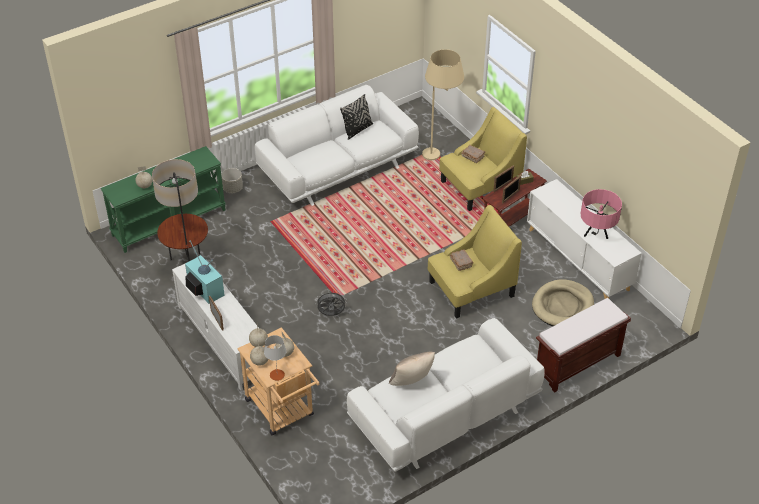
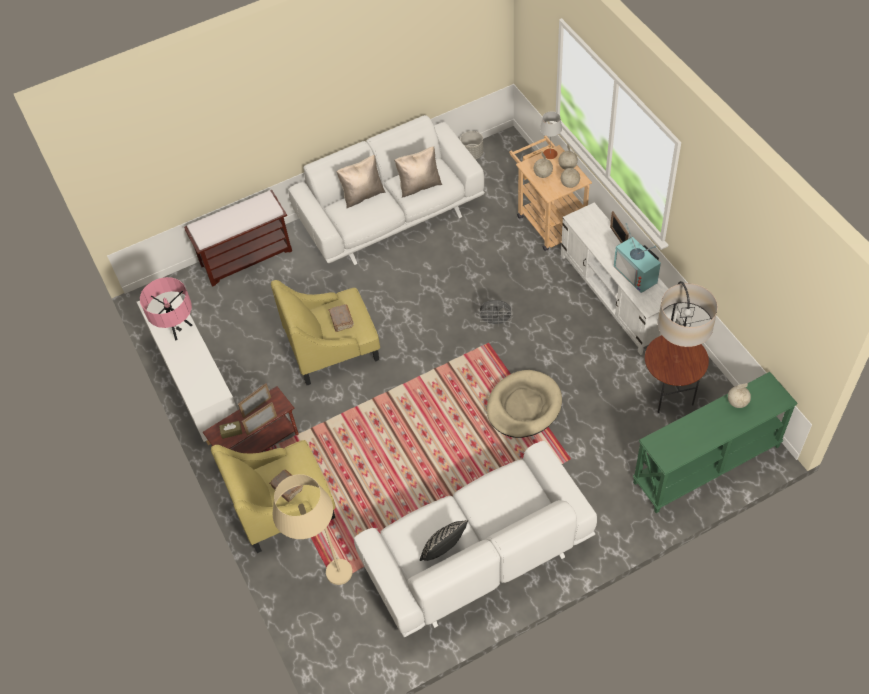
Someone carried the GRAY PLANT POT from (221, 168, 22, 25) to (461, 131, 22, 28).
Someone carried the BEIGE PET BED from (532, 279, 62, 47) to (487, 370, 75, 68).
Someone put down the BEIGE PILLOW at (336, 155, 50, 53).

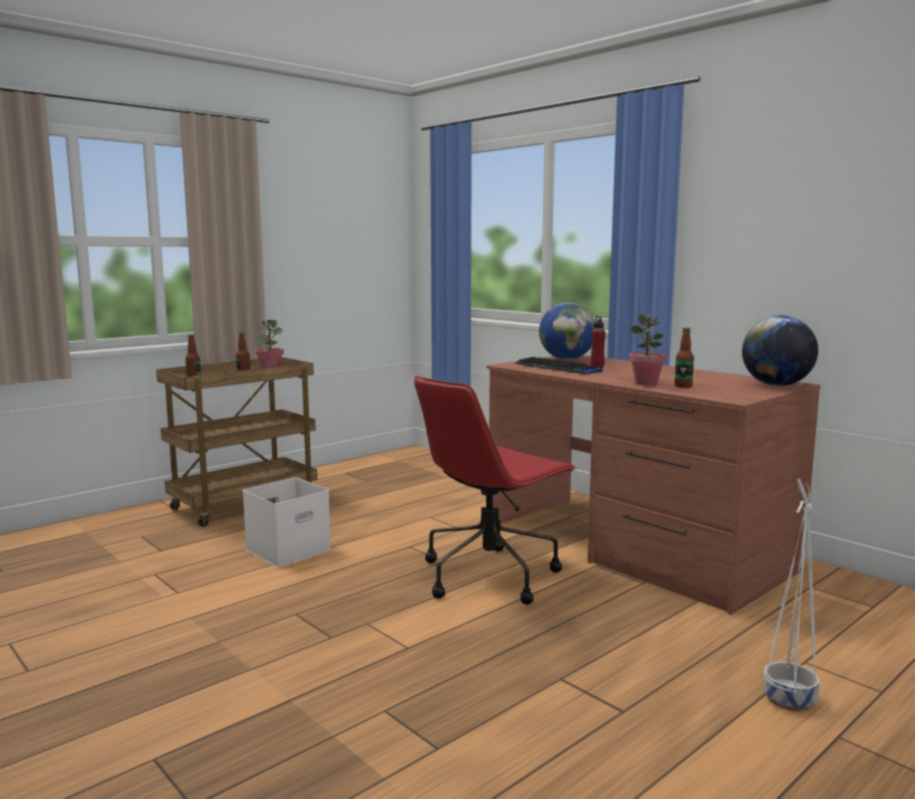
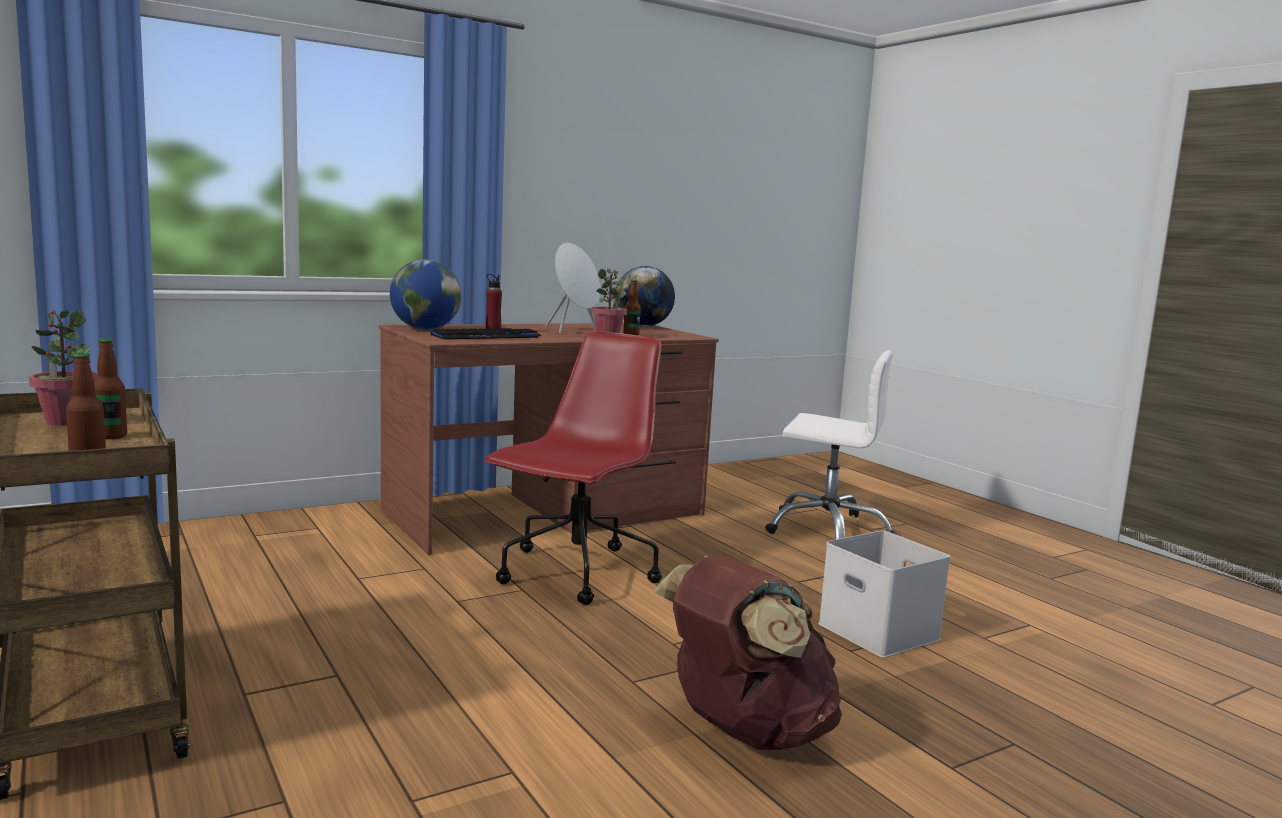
Someone carried the WHITISH STORAGE CONTAINER from (243, 477, 88, 90) to (818, 530, 133, 128).
Someone rotated the RED-COLOURED DESK CHAIR at (414, 376, 162, 229) by 120 degrees counterclockwise.
Someone swapped the WHITISH PLANT POT at (763, 479, 57, 232) for the WHITISH DESK CHAIR at (765, 350, 132, 190).
Someone put down the WHITISH AUDIO SPEAKER at (545, 242, 56, 92).
Someone put down the BROWN-COLOURED RUCKSACK at (653, 555, 189, 195).

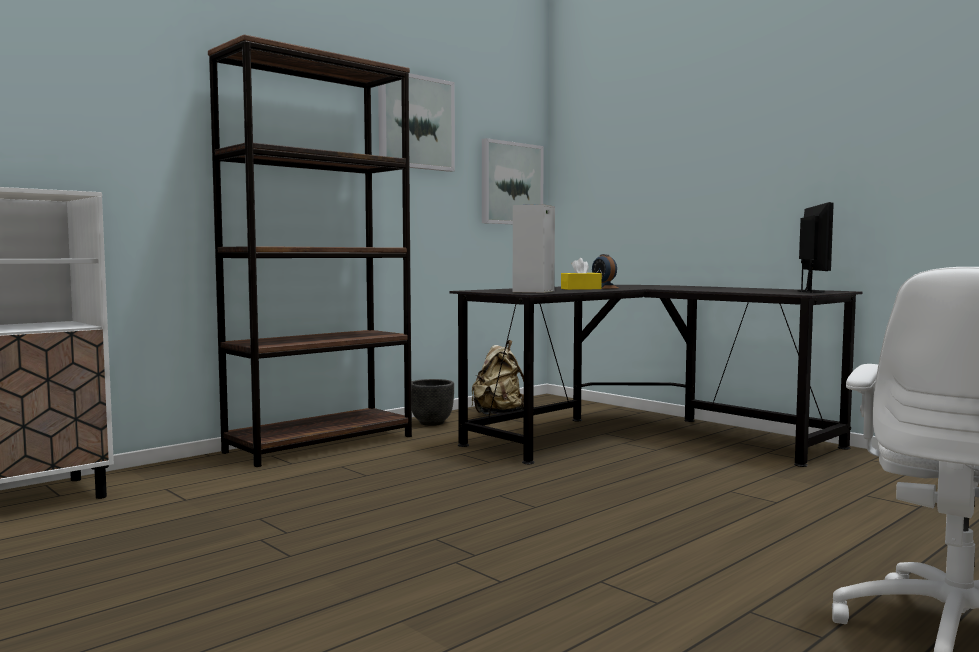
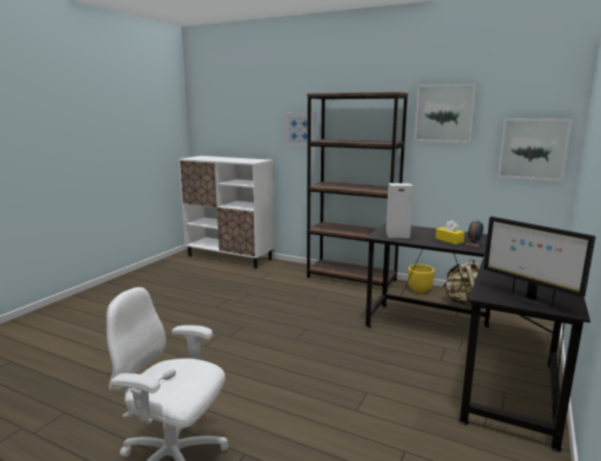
Someone repainted the BLACK-COLOURED PLANT POT at (411, 379, 43, 47), which became the YELLOW-COLOURED PLANT POT at (408, 264, 27, 29).
Someone rotated the COMPUTER DISPLAY at (798, 202, 36, 91) by 60 degrees clockwise.
Someone put up the PICTURE at (284, 112, 32, 35).

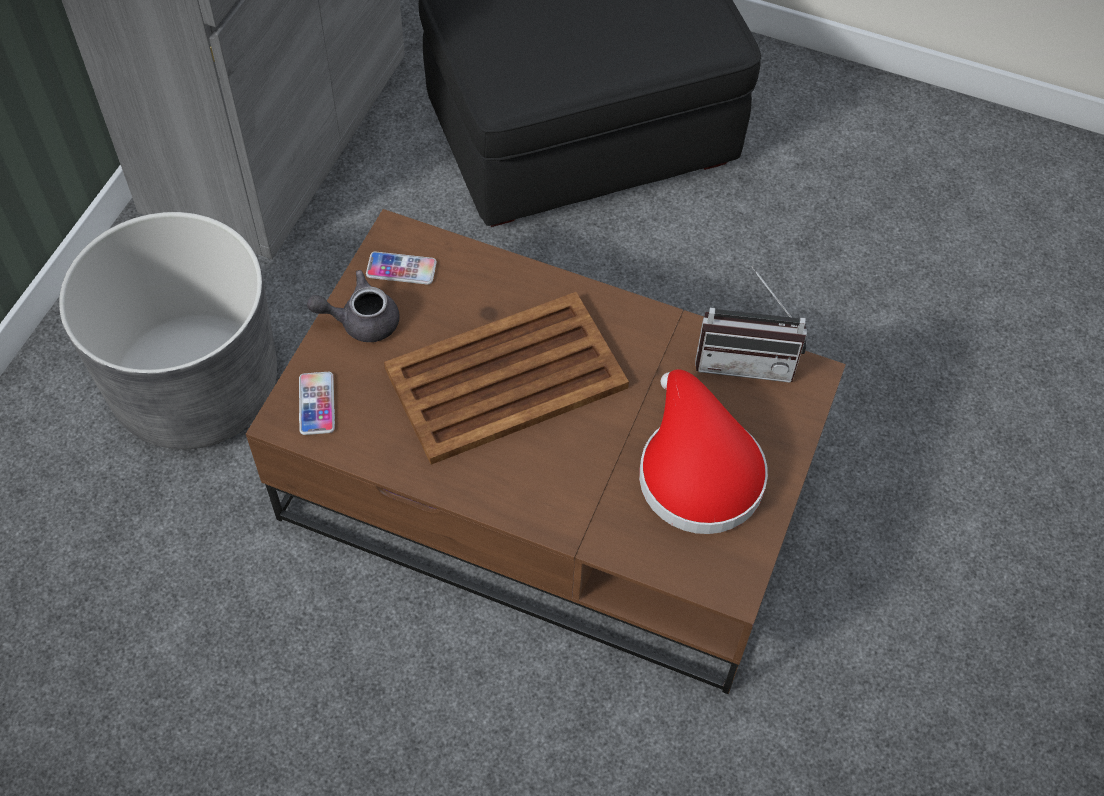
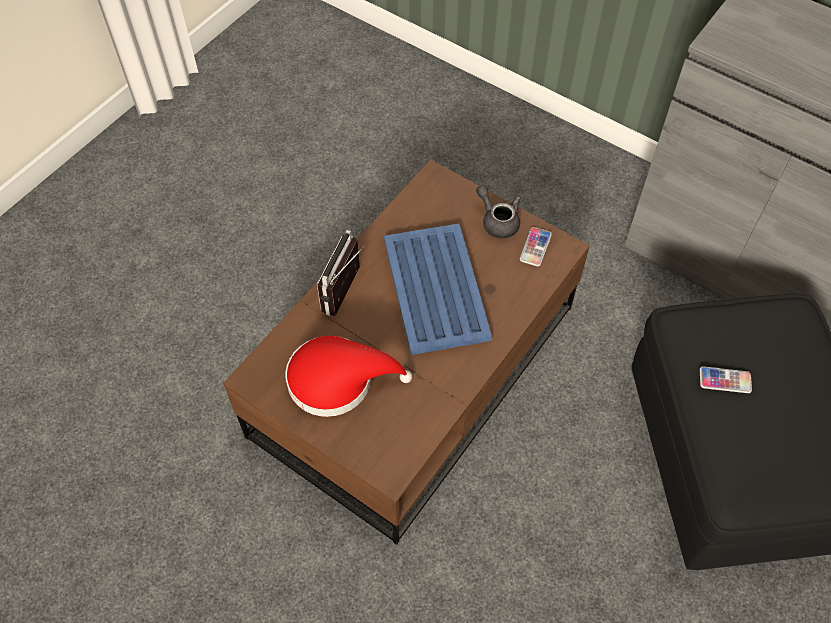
Someone took away the GRAY PLANT POT at (59, 212, 218, 237).
Someone carried the TELEPHONE from (299, 372, 36, 63) to (700, 366, 52, 27).
Someone rotated the GRAY TEA POT at (307, 270, 93, 72) by 45 degrees counterclockwise.
Someone repainted the BROWN-COLOURED SERVING TRAY at (384, 292, 245, 173), which became the BLUISH SERVING TRAY at (384, 223, 108, 132).
Someone carried the RADIO SET from (695, 266, 112, 117) to (317, 230, 47, 86).

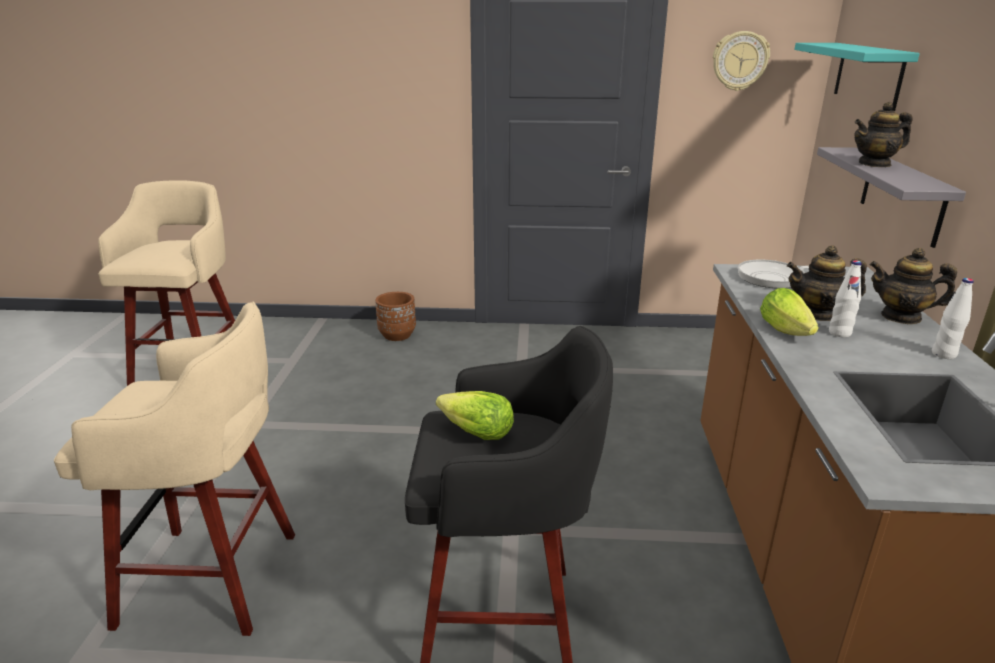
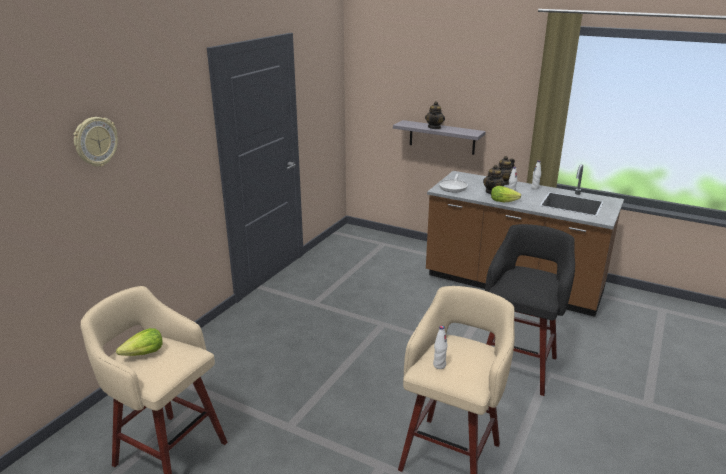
Someone took away the BROWN-COLOURED PLANT POT at (375, 292, 41, 49).
Someone carried the HEAD OF LETTUCE from (436, 391, 78, 49) to (116, 328, 47, 28).
Someone carried the WALL CLOCK from (713, 31, 57, 60) to (73, 117, 45, 50).
Someone took away the TURQUOISE-COLOURED SHELF at (794, 43, 126, 68).
Someone put down the WHITISH DRINK BOTTLE at (433, 326, 15, 43).

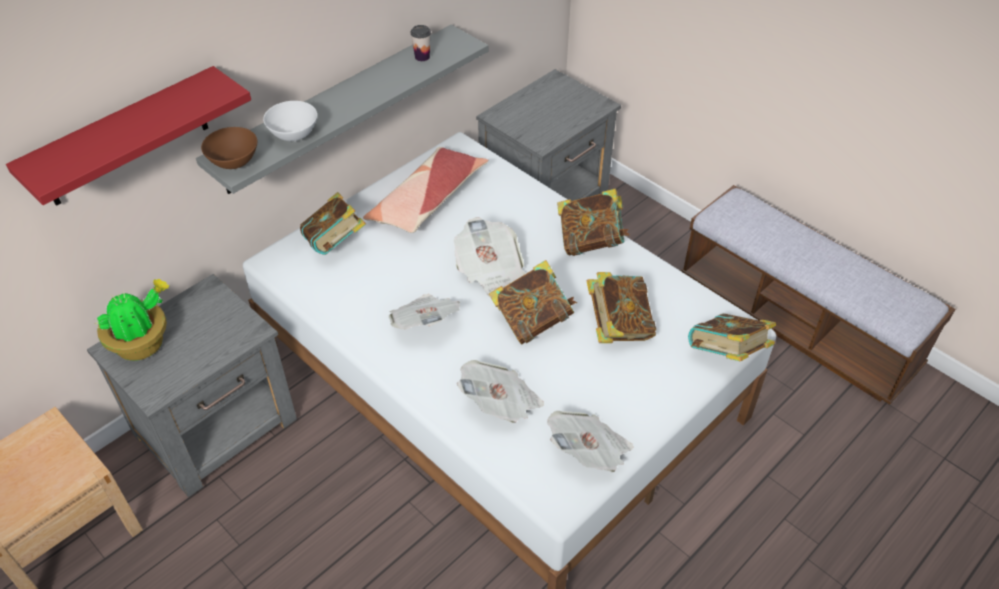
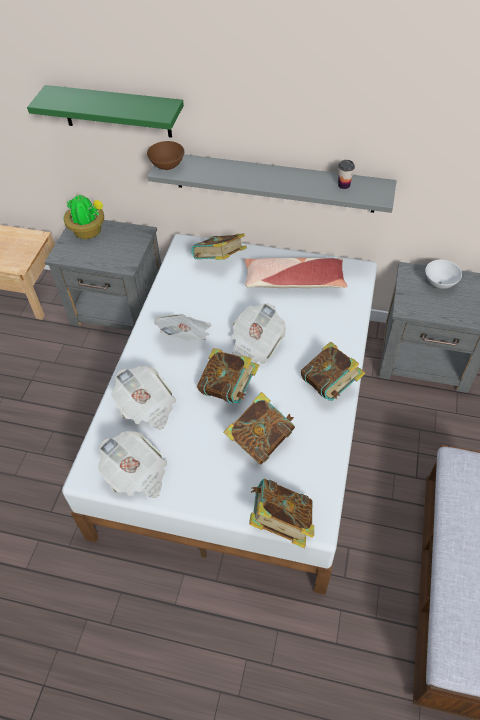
Someone repainted the RED-COLOURED SHELF at (6, 66, 245, 140), which became the GREEN SHELF at (27, 85, 157, 53).
Someone carried the WHITISH BOWL from (263, 101, 54, 40) to (425, 260, 37, 29).

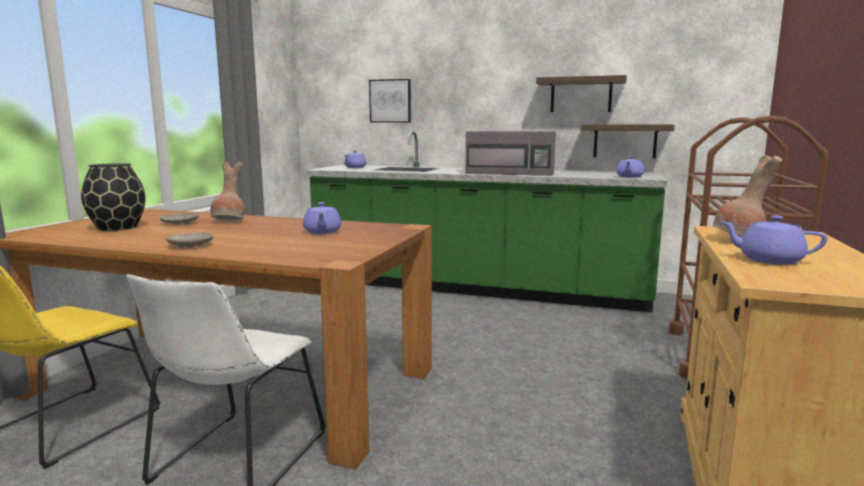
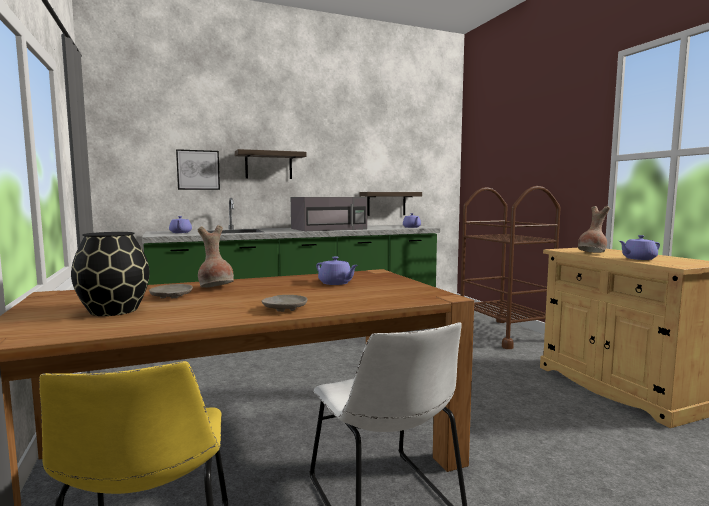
Someone carried the SHELF from (536, 75, 91, 37) to (235, 149, 72, 30).

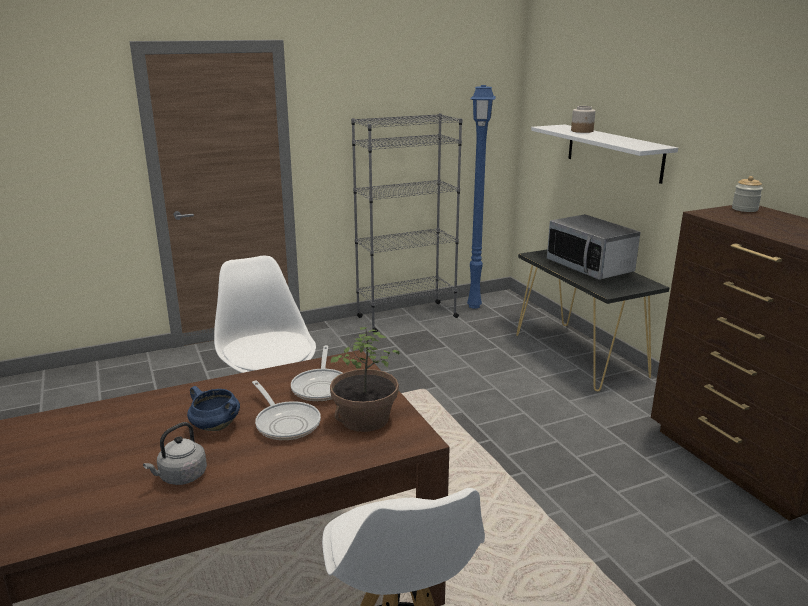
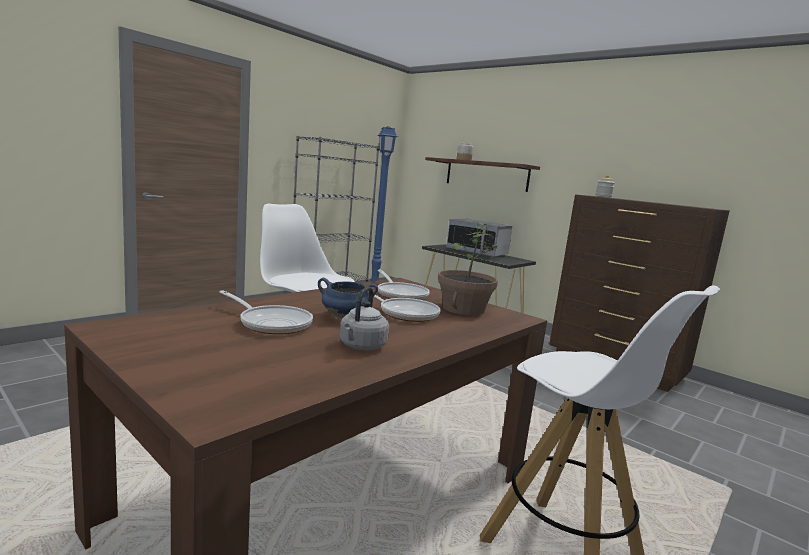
Someone repainted the WHITISH SHELF at (531, 124, 147, 60), which became the BROWN-COLOURED SHELF at (425, 157, 115, 35).
Someone put down the SKILLET at (219, 290, 94, 44).

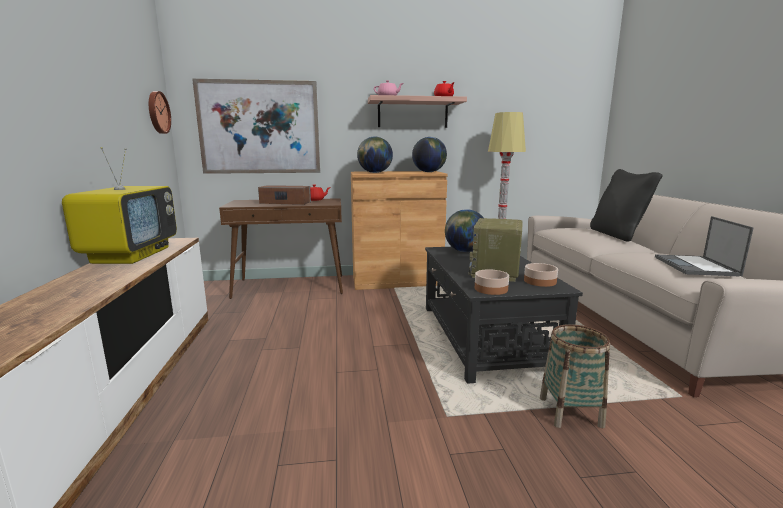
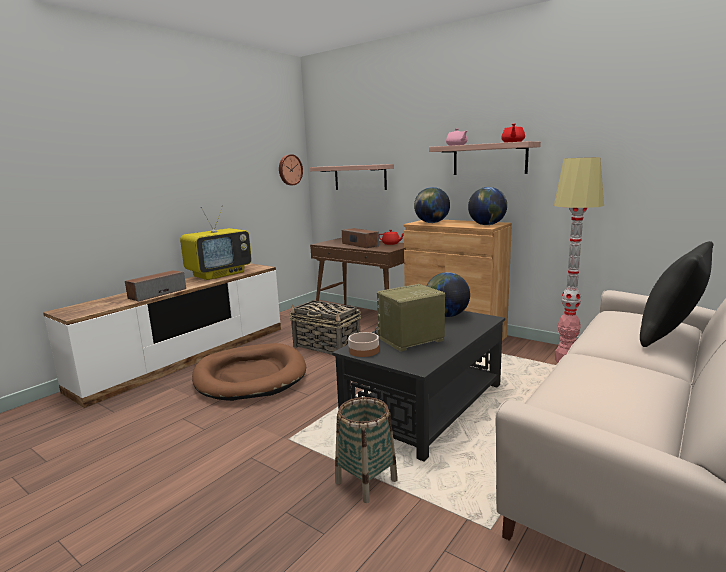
Someone swapped the PICTURE at (192, 79, 128, 95) for the SHELF at (310, 164, 84, 26).
Someone took away the BOWL at (524, 263, 34, 24).
Someone took away the LAPTOP at (655, 216, 98, 61).
Someone put down the AUDIO SPEAKER at (125, 270, 61, 32).
Someone put down the BROWN-COLOURED PET BED at (192, 343, 114, 58).
Someone put down the HOUSEHOLD BASKET at (289, 300, 72, 55).

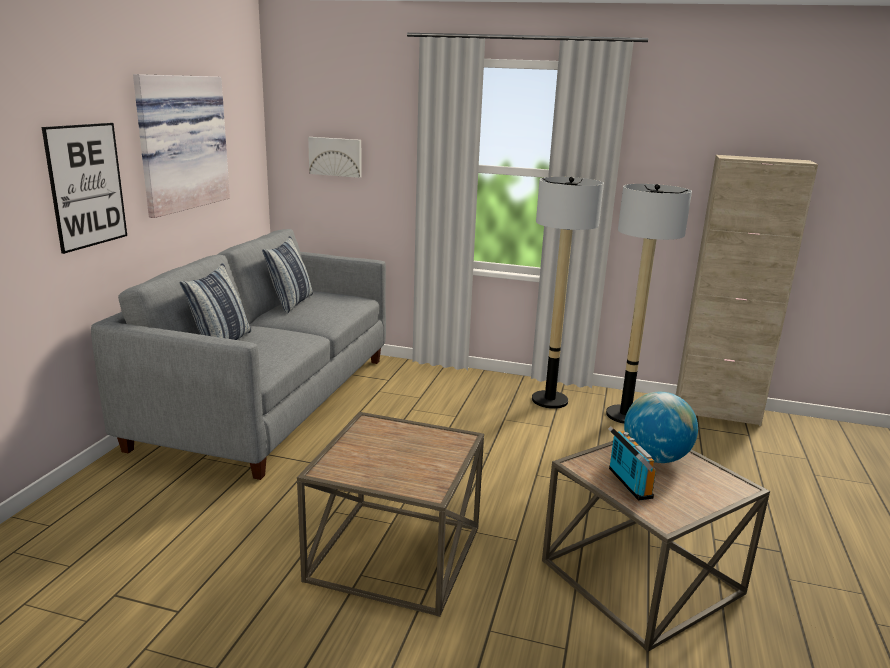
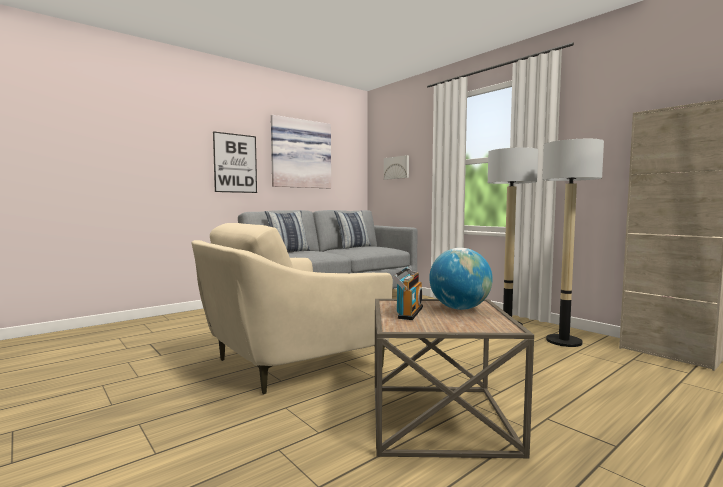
Someone swapped the BROWN-COLOURED END TABLE at (297, 412, 187, 205) for the BEIGE EASY CHAIR at (192, 223, 201, 171).

